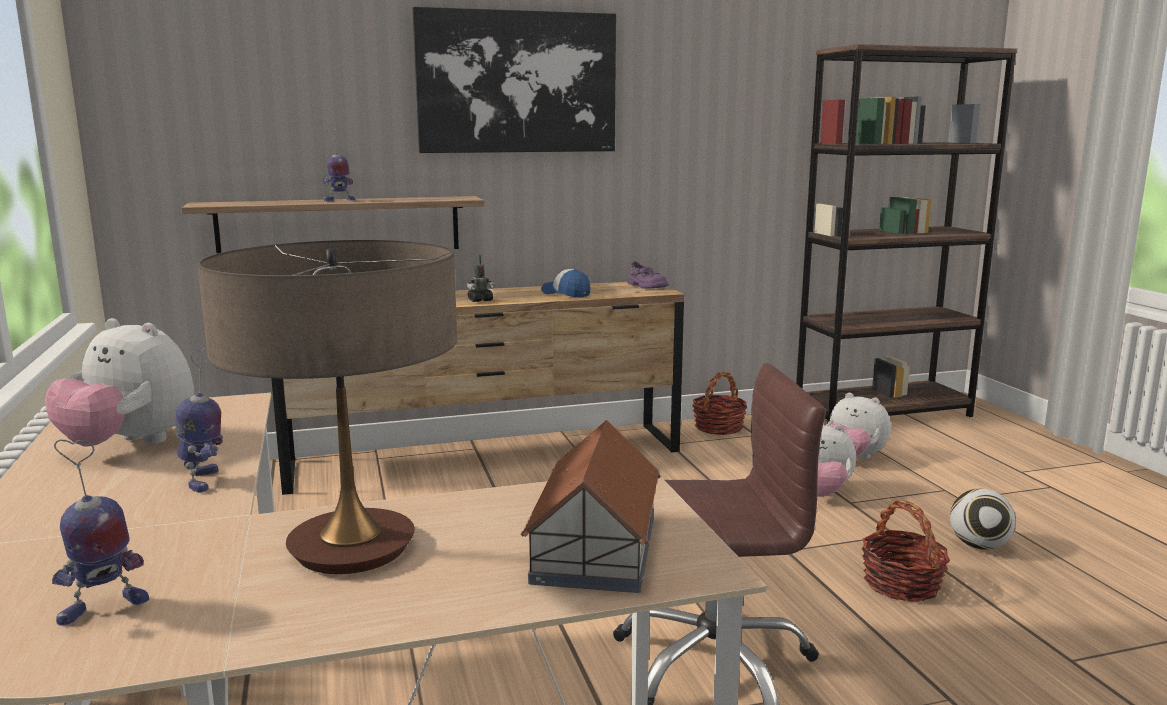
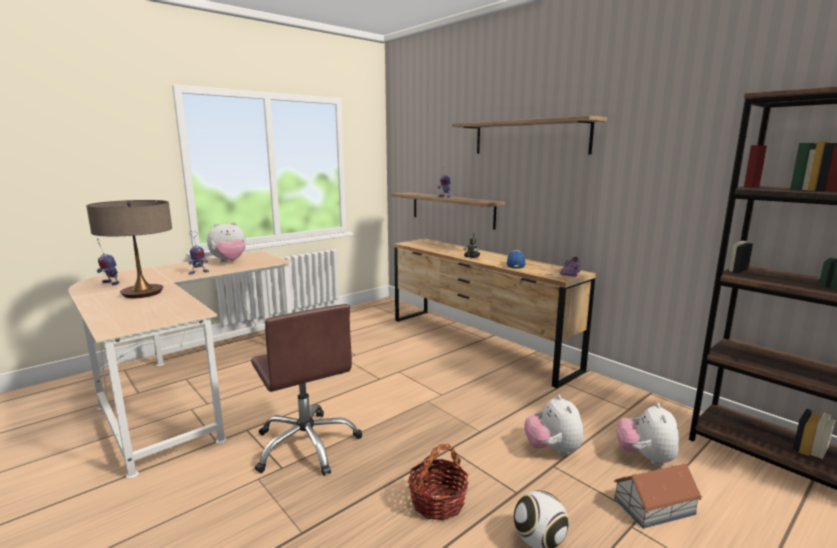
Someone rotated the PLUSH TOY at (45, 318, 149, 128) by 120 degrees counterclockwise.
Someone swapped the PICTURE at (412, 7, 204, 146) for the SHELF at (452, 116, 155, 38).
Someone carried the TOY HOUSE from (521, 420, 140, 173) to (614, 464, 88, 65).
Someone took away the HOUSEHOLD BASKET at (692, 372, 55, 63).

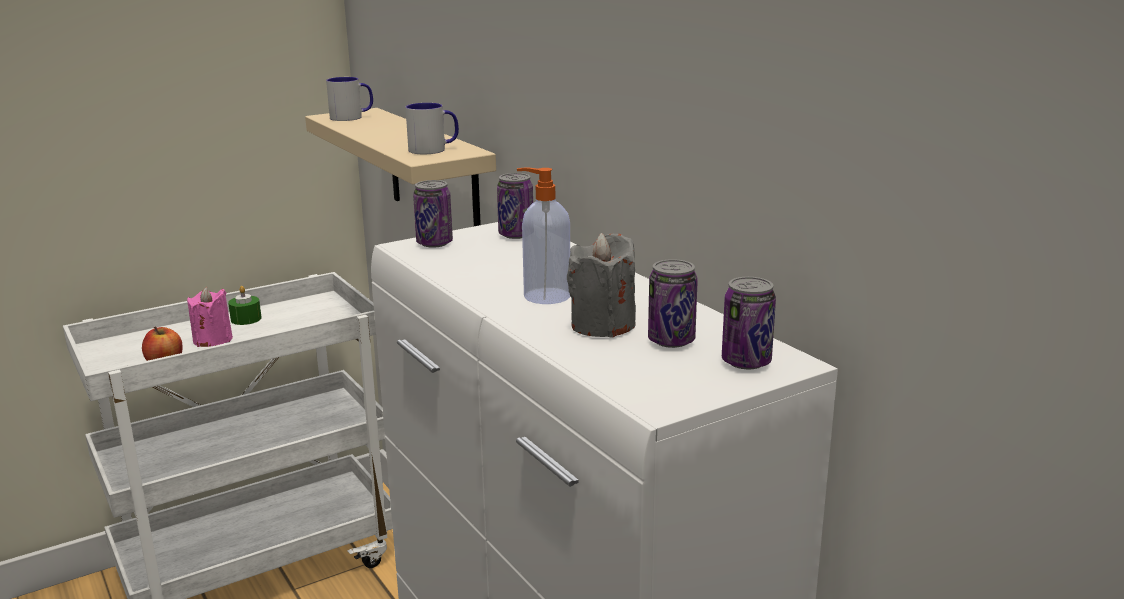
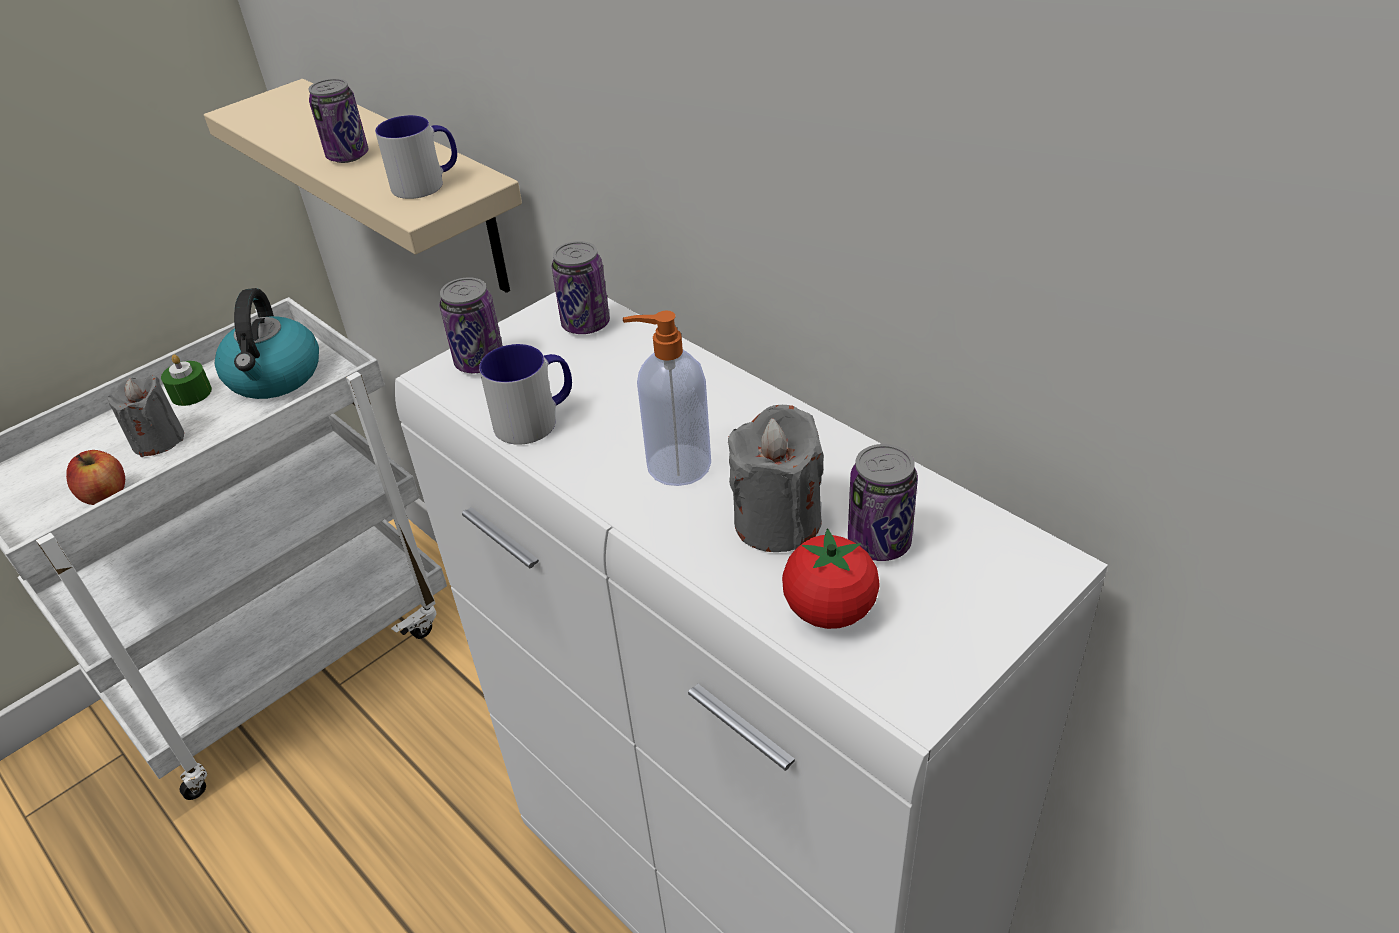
Someone repainted the PINK CANDLE at (187, 287, 46, 60), which became the GRAY CANDLE at (107, 374, 77, 83).
Someone carried the COFFEE MUG from (326, 77, 47, 44) to (479, 344, 93, 101).
Someone carried the SEALED CAN from (722, 277, 54, 92) to (308, 78, 61, 85).
Someone put down the WATER KETTLE at (215, 288, 104, 111).
Someone put down the TOMATO at (782, 528, 98, 101).

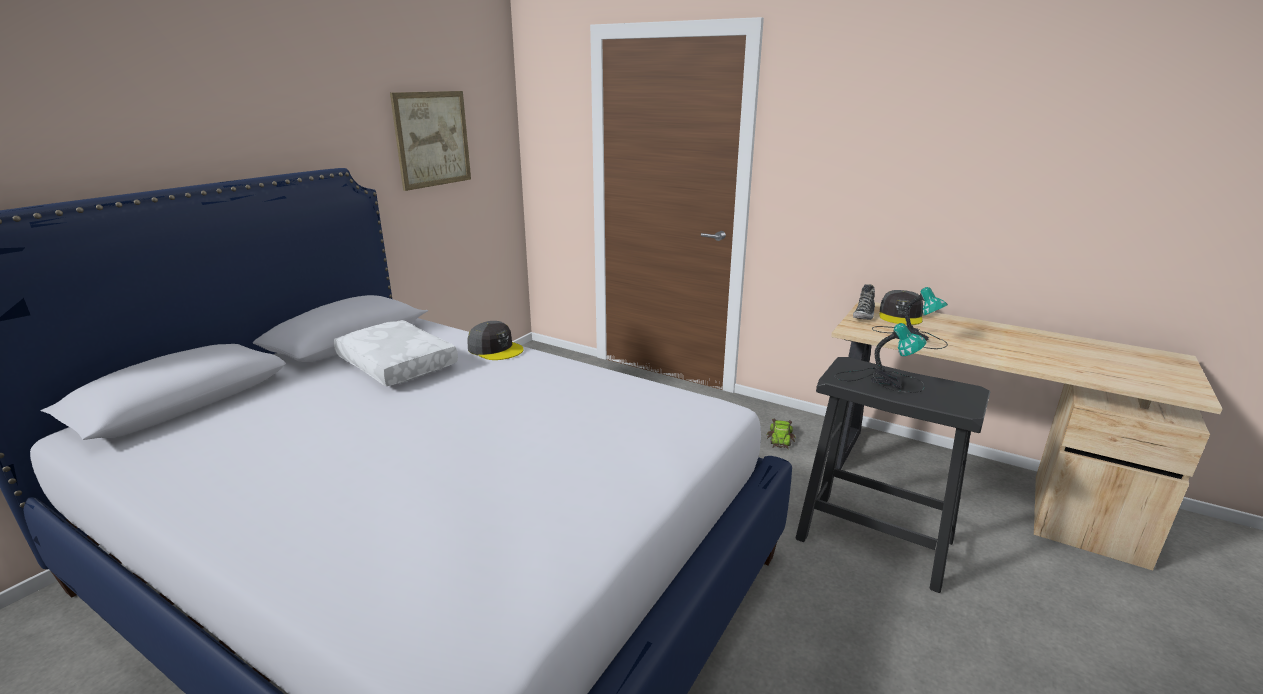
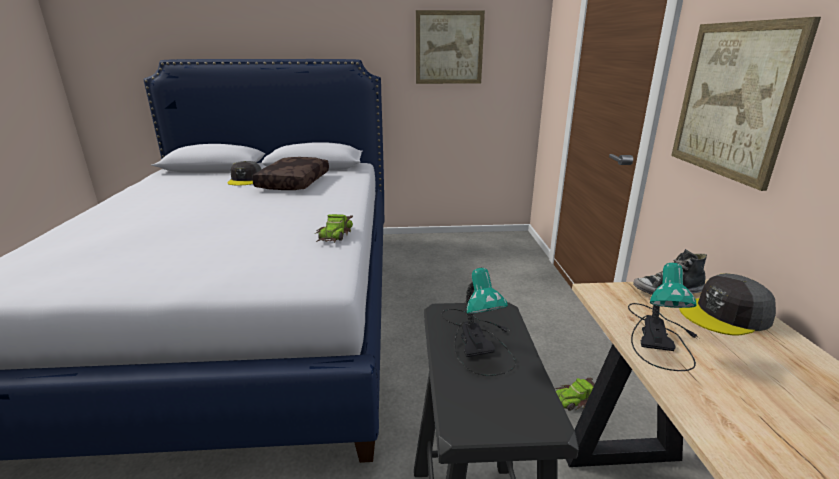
Someone repainted the WHITISH PILLOW at (334, 320, 124, 66), which became the BROWN-COLOURED PILLOW at (252, 157, 77, 33).
Someone carried the GRAY BASEBALL CAP from (467, 321, 57, 39) to (227, 161, 35, 25).
Someone put down the MODEL CAR at (315, 214, 38, 29).
Someone put up the PICTURE at (671, 17, 150, 174).

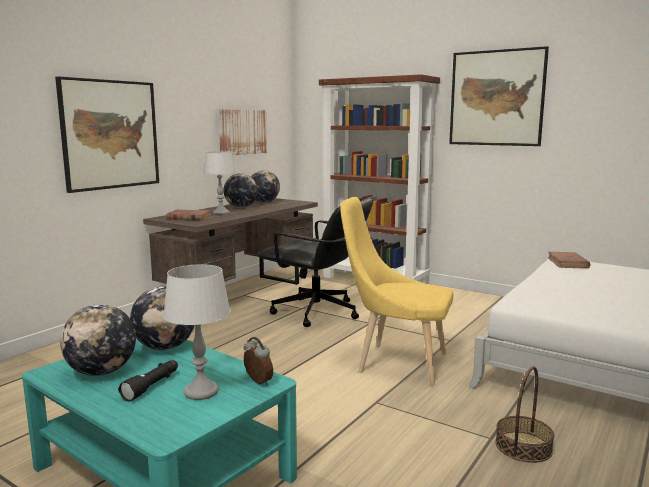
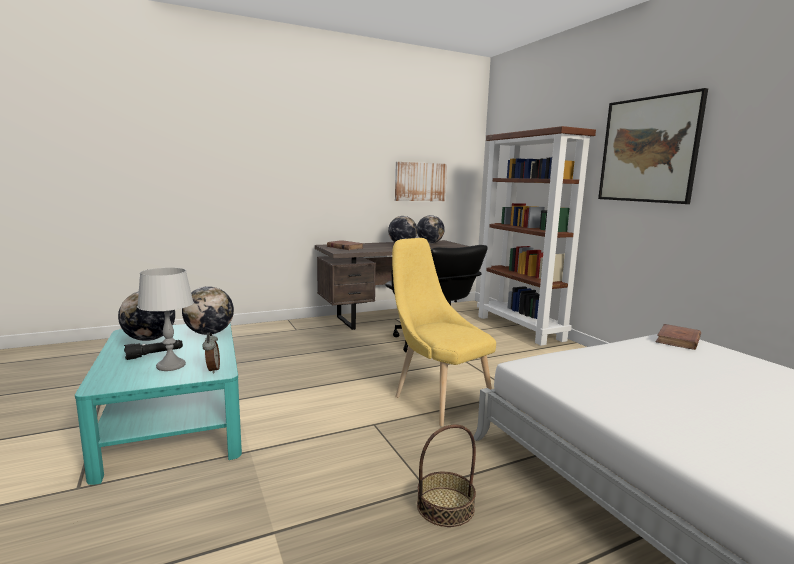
Someone took away the PICTURE at (55, 76, 104, 117).
Someone took away the GRAY LAMP FOR A TABLE at (204, 151, 31, 64).

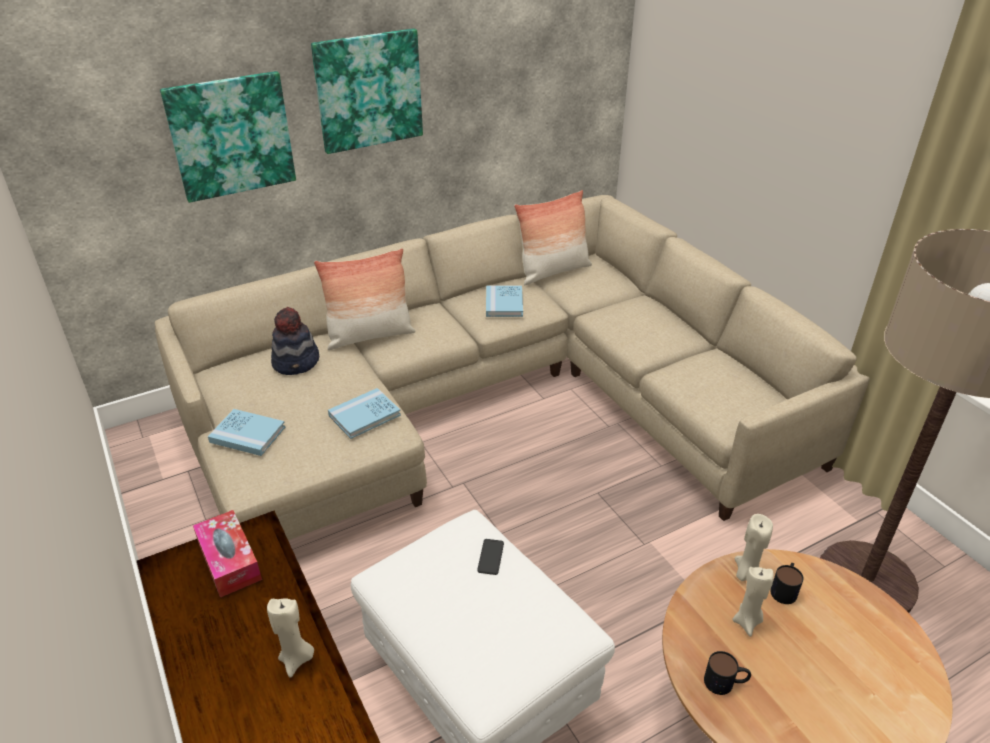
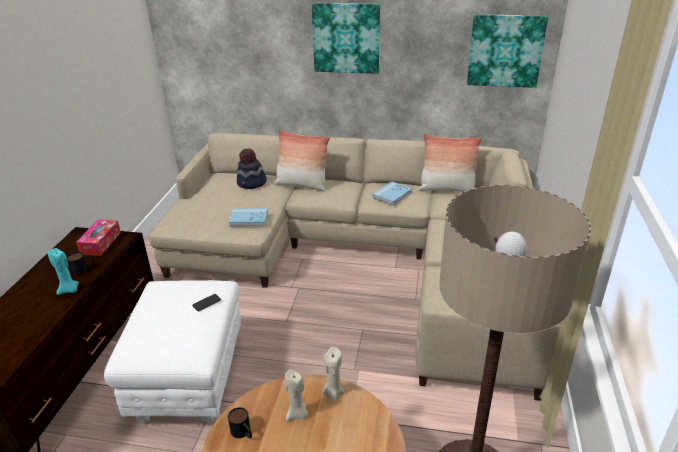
Someone carried the PICTURE from (160, 71, 136, 132) to (467, 14, 81, 74).
Someone took away the BLUISH VOLUME at (208, 409, 77, 47).
Someone repainted the BEIGE CANDLE at (267, 598, 47, 80), which became the TURQUOISE-COLOURED CANDLE at (48, 248, 31, 47).
Someone carried the COFFEE MUG from (770, 563, 34, 41) to (67, 252, 27, 23).

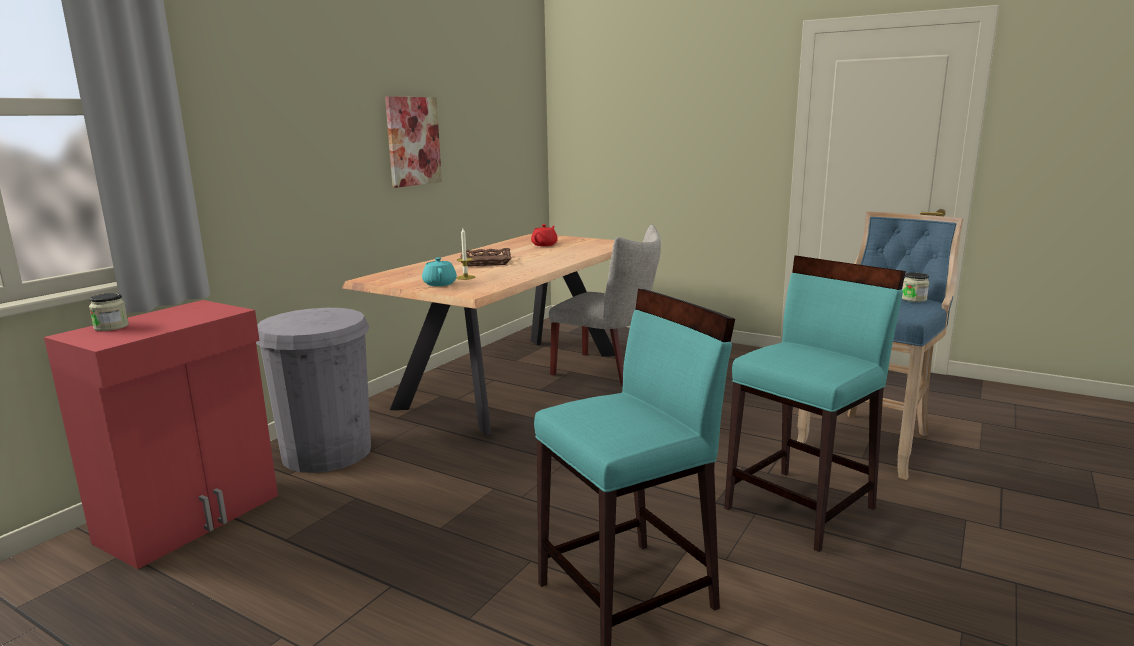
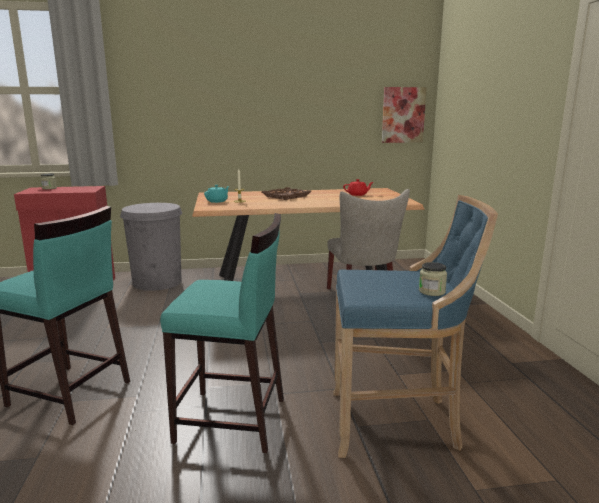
Someone carried the PICTURE from (385, 96, 57, 92) to (382, 87, 45, 56).

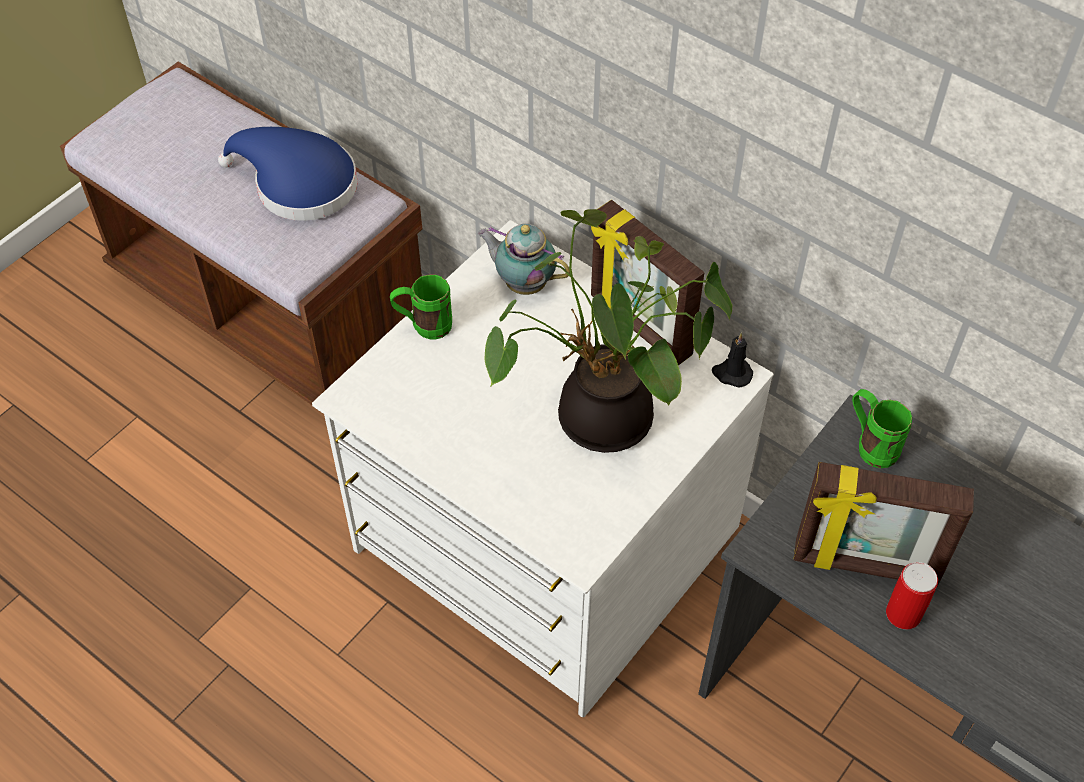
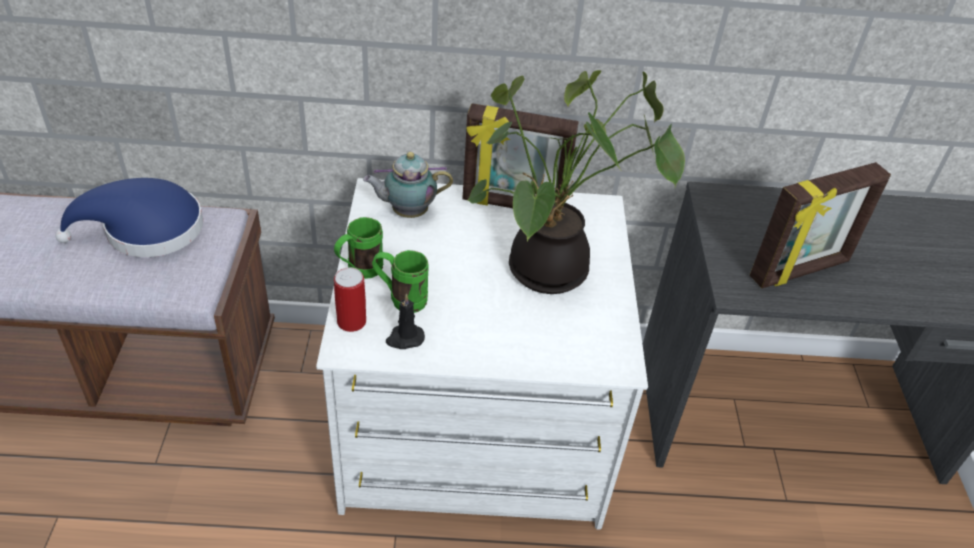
Someone carried the BLACK-COLOURED CANDLE from (712, 333, 41, 54) to (386, 294, 39, 55).
Someone carried the GREEN COFFEE MUG from (852, 389, 60, 79) to (372, 250, 57, 63).
Someone carried the SEALED CAN from (886, 562, 52, 68) to (334, 267, 32, 65).

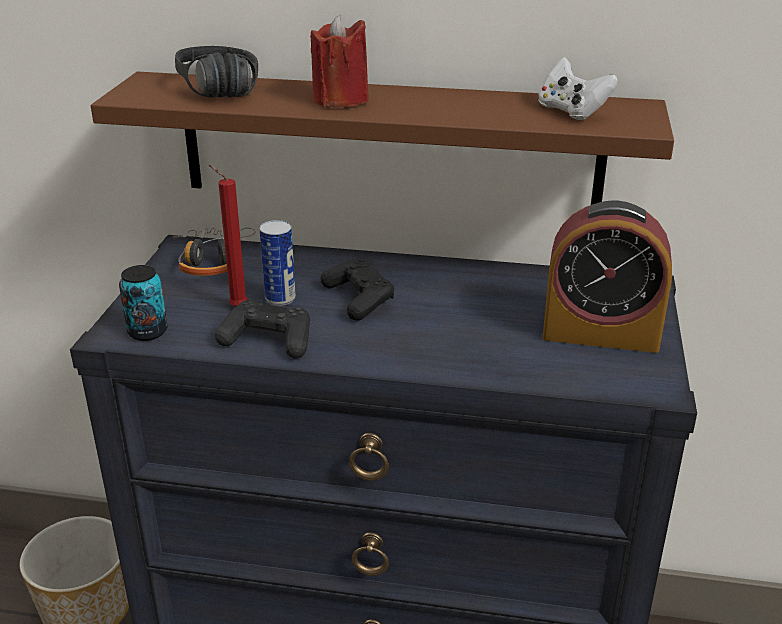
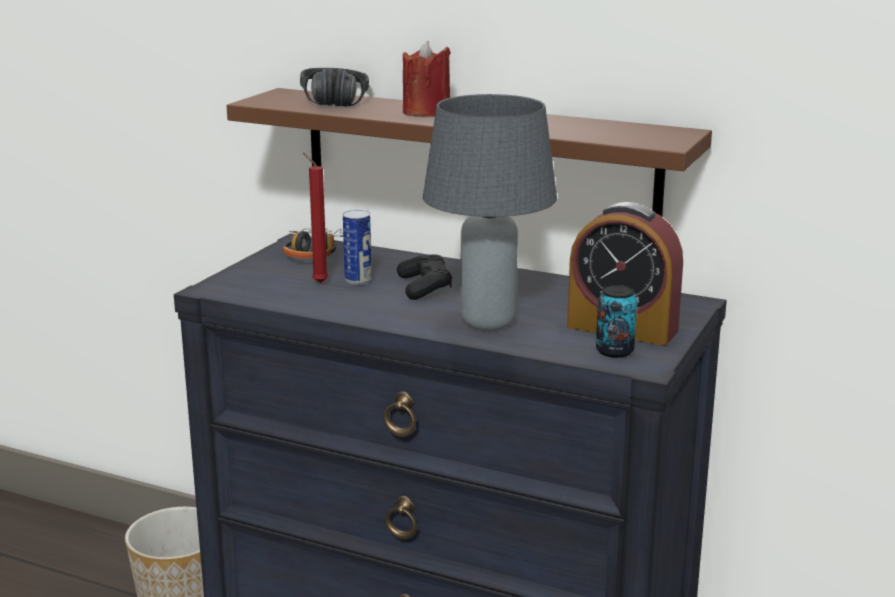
Someone carried the SEALED CAN from (119, 265, 48, 76) to (596, 285, 41, 73).
Someone took away the BLACK-COLOURED GAMEPAD at (215, 300, 95, 58).
Someone took away the WHITISH GAMEPAD at (538, 57, 80, 63).
Someone put down the GRAY LAMP FOR A TABLE at (423, 94, 134, 237).

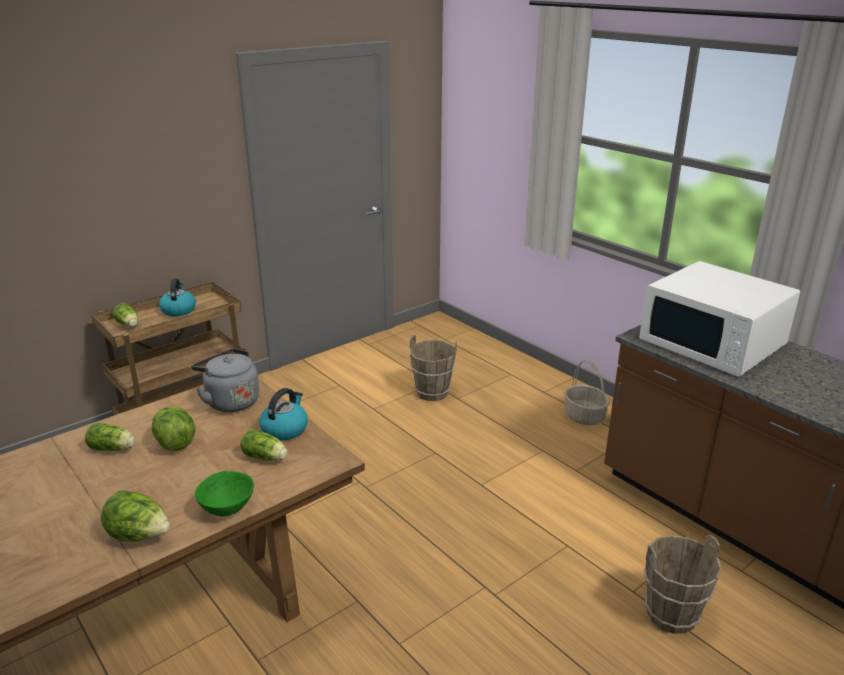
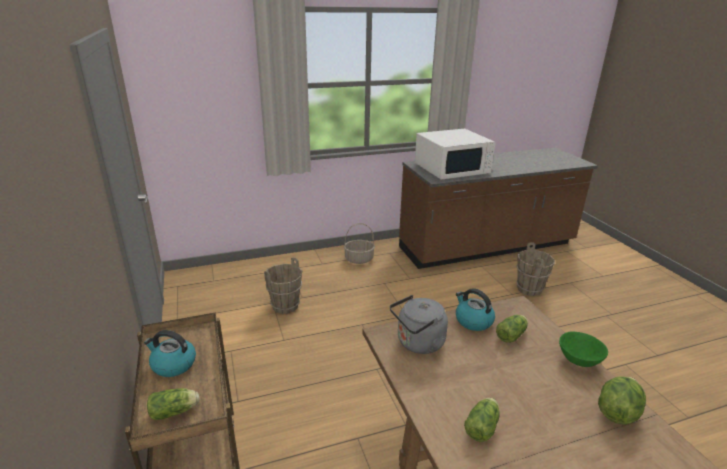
Someone took away the HEAD OF LETTUCE at (152, 406, 43, 45).

